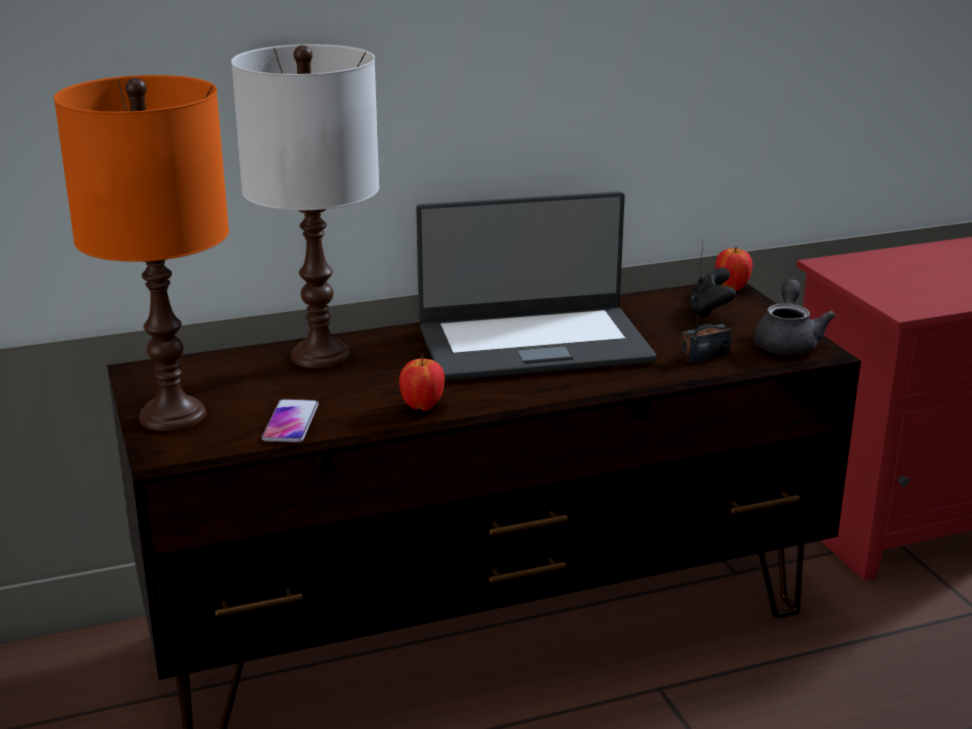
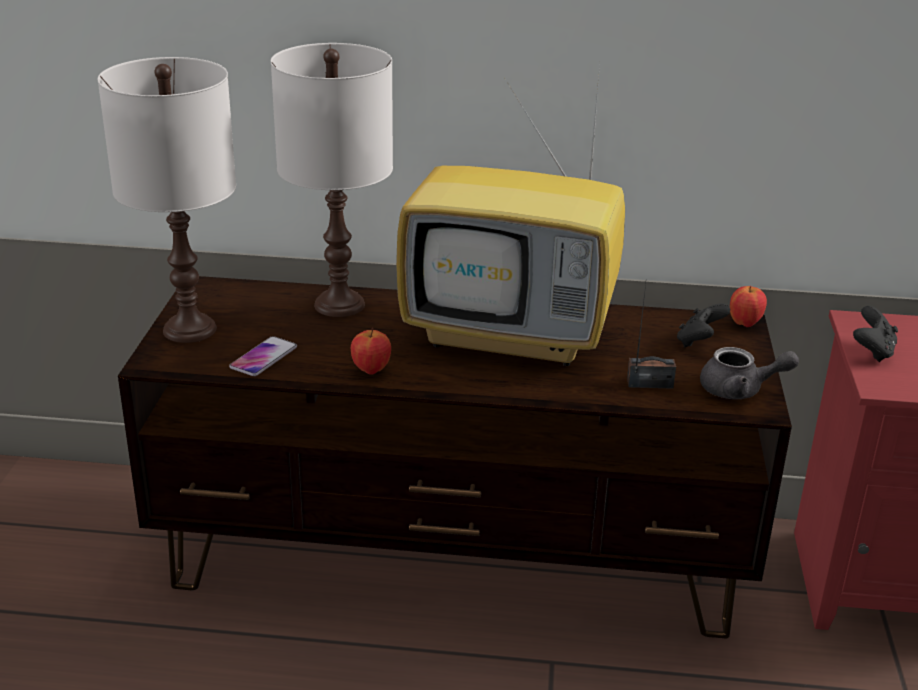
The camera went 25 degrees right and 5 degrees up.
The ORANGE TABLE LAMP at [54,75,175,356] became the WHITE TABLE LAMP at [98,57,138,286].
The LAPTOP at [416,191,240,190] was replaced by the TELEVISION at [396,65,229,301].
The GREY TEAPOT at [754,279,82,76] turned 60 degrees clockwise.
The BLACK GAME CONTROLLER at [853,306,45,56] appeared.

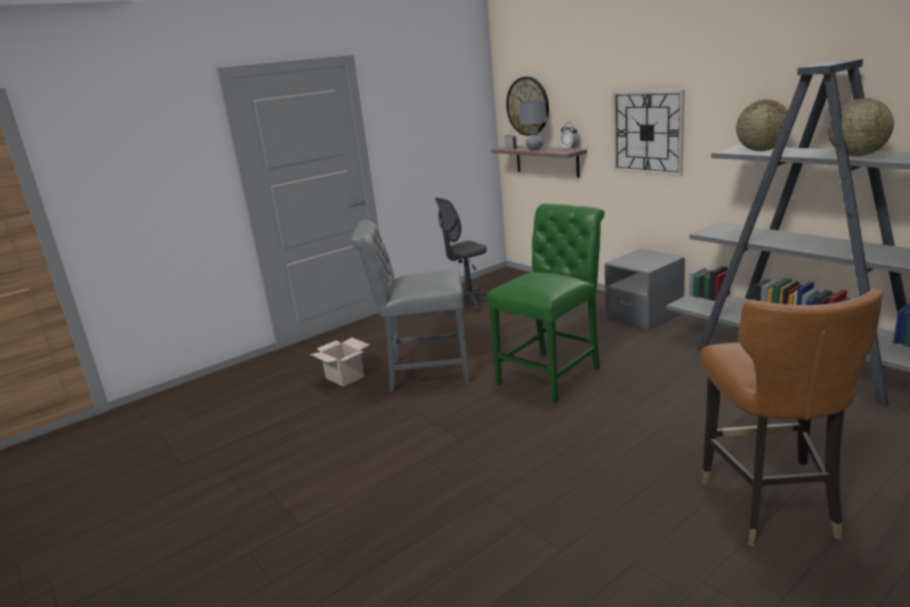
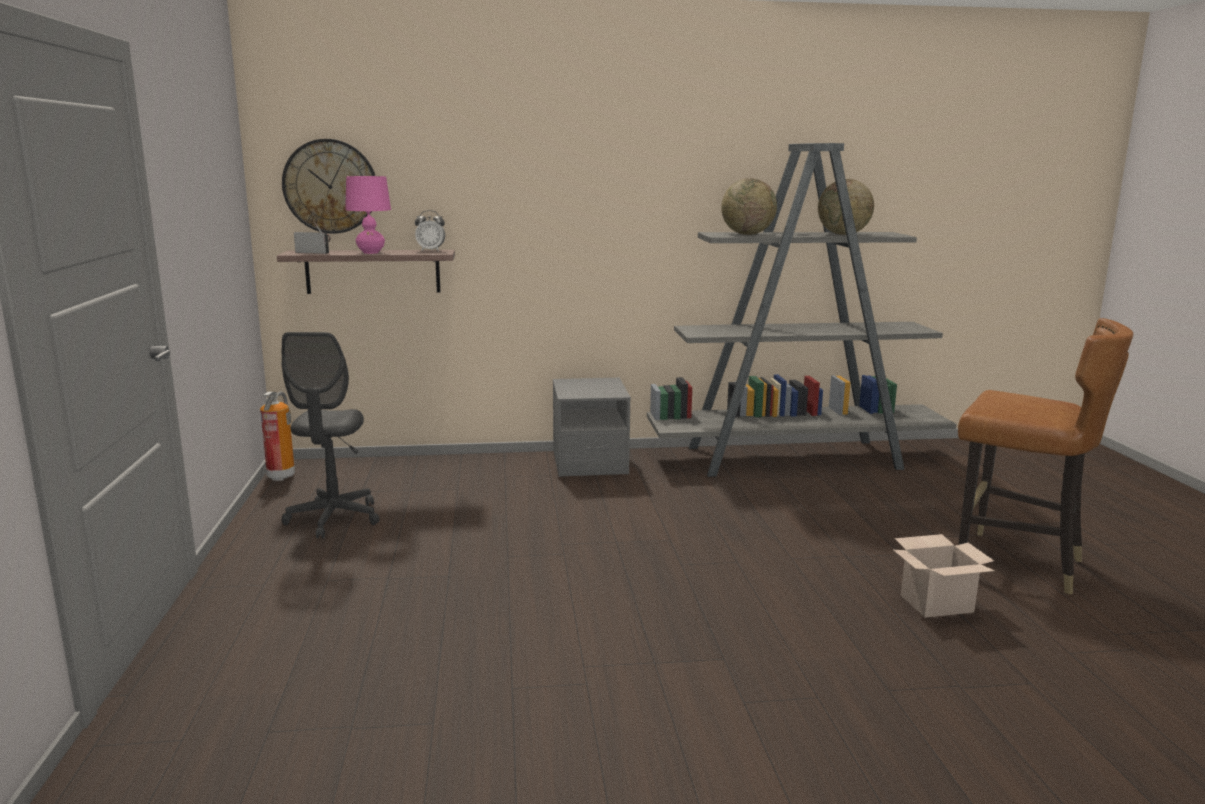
The camera went 60 degrees left and 5 degrees down.
The WALL CLOCK at [613,90,72,86] disappeared.
The GREY TABLE LAMP at [520,100,28,51] became the PINK TABLE LAMP at [345,176,46,78].
The GREEN CHAIR at [487,203,118,200] disappeared.
The GREY CHAIR at [351,220,119,172] disappeared.
The CARDBOARD BOX moved from [310,337,60,50] to [893,534,102,84].
The FIRE EXTINGUISHER at [260,391,35,90] appeared.

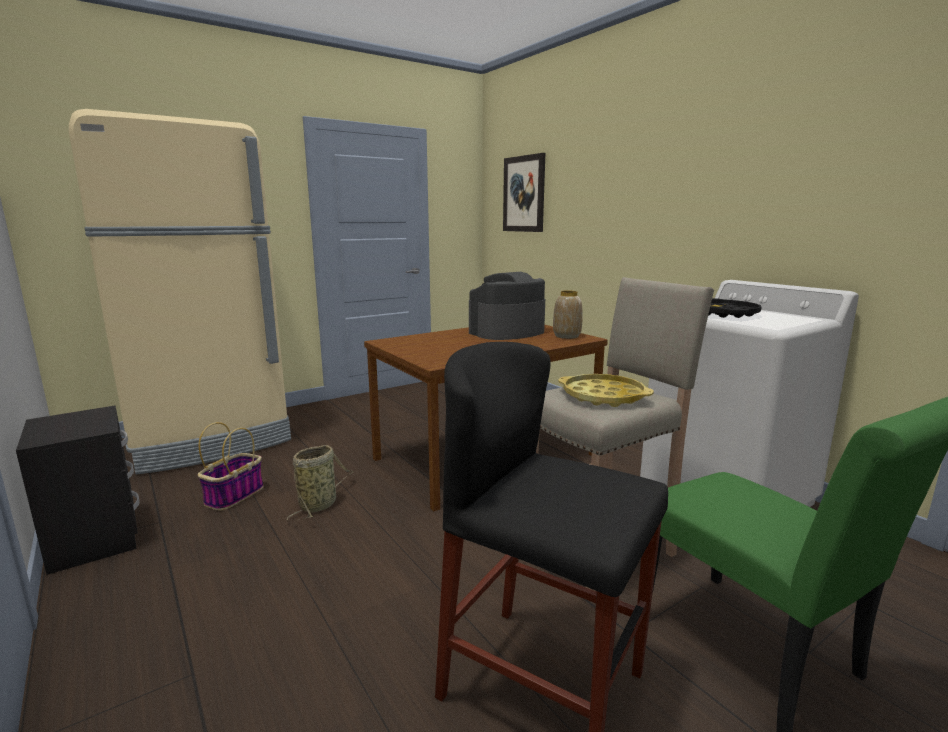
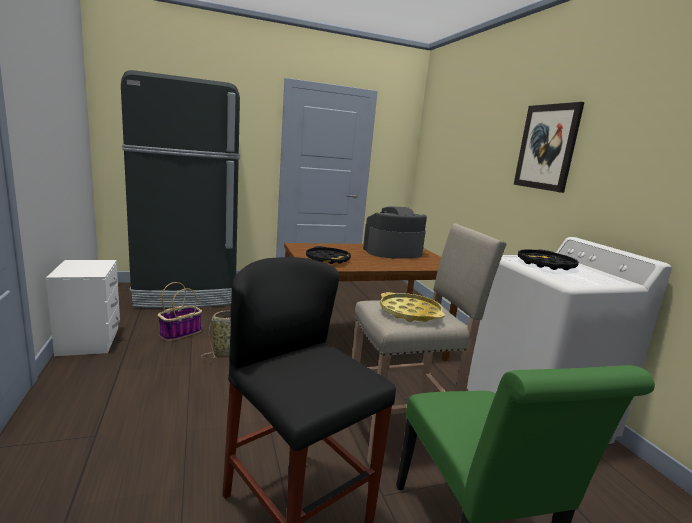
The camera went 15 degrees right and 0 degrees up.
The BEIGE FRIDGE at [69,109,222,365] became the BLACK FRIDGE at [121,70,119,238].
The PICTURE moved from [503,153,42,79] to [514,102,71,91].
The VASE at [553,290,30,49] disappeared.
The BLACK NIGHTSTAND at [16,405,124,170] became the WHITE NIGHTSTAND at [46,260,74,96].
The BLACK TRAY at [306,246,45,18] appeared.

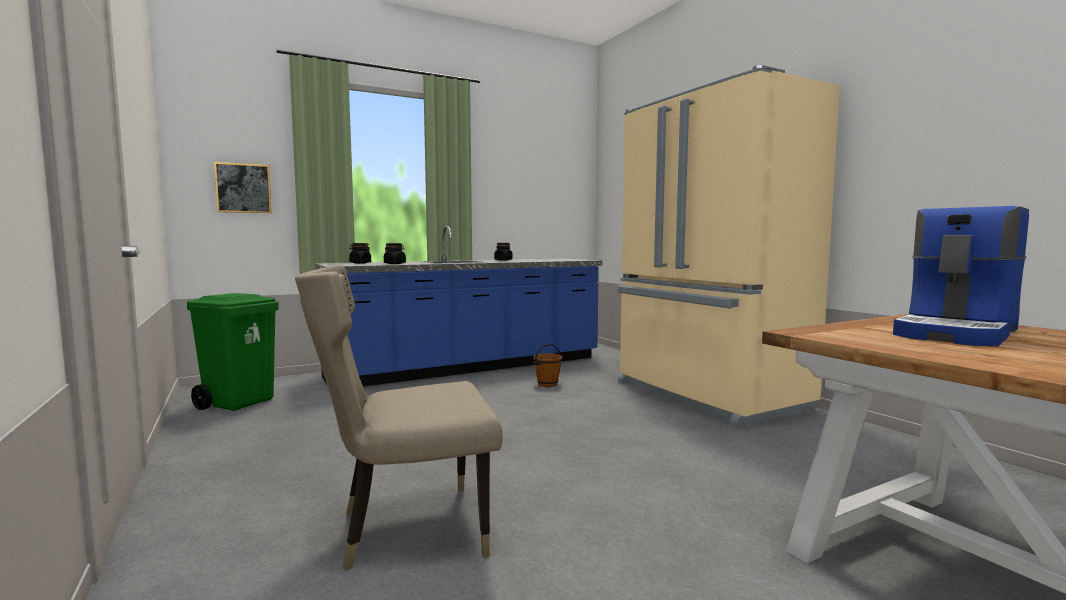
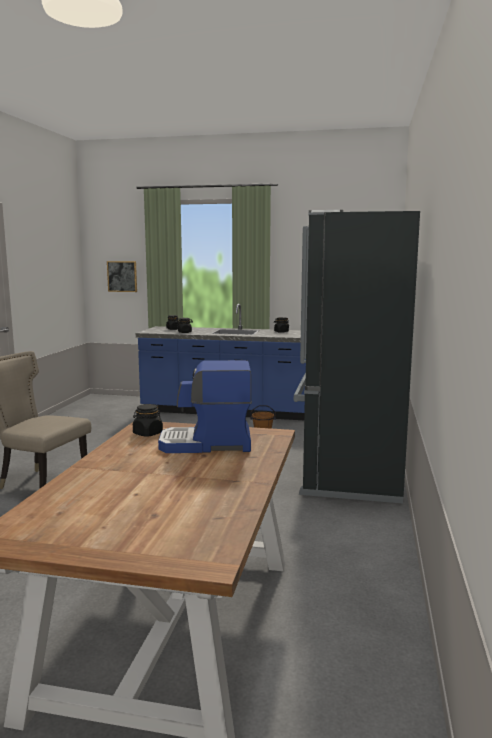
The camera went 40 degrees right and 5 degrees up.
The BEIGE FRIDGE at [618,65,222,361] became the BLACK FRIDGE at [294,210,126,293].
The GREEN TRASH CAN at [187,293,92,118] disappeared.
The BLACK JAR at [133,404,30,33] appeared.

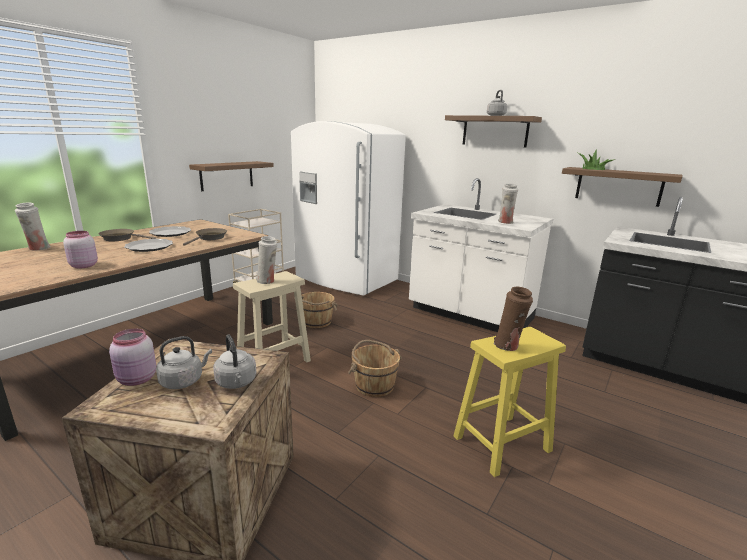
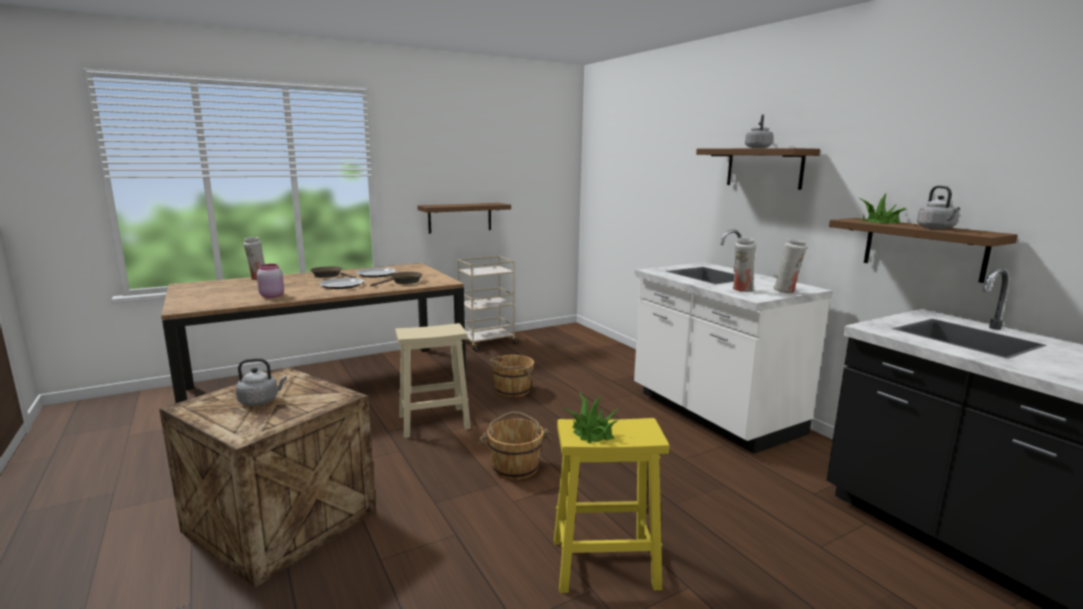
The camera went 25 degrees right and 5 degrees down.
The WHITE FRIDGE at [291,121,115,174] disappeared.
The WHITE VASE moved from [256,236,21,48] to [774,239,33,54].
The BROWN VASE at [494,286,39,65] was replaced by the POTTED PLANT at [562,391,57,52].
The PINK JAR at [109,329,47,57] disappeared.
The GREY KETTLE moved from [213,335,44,54] to [917,186,43,43].

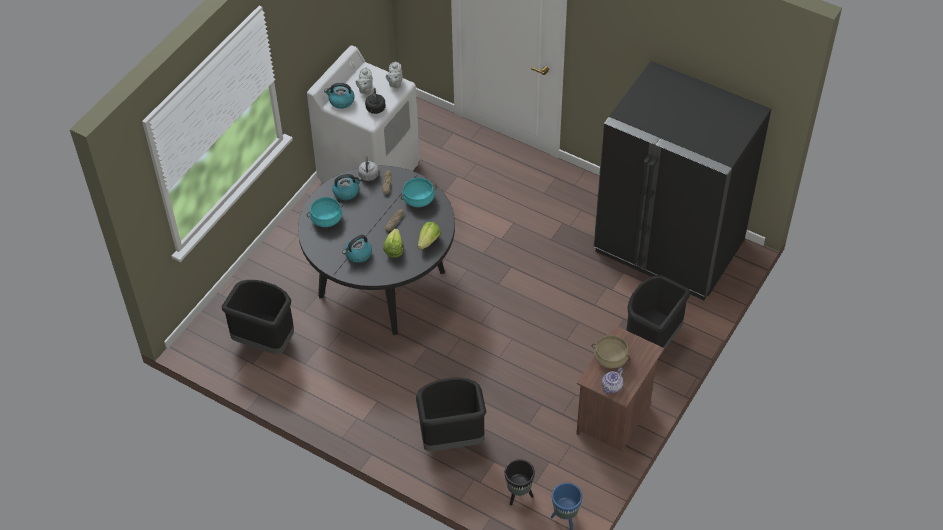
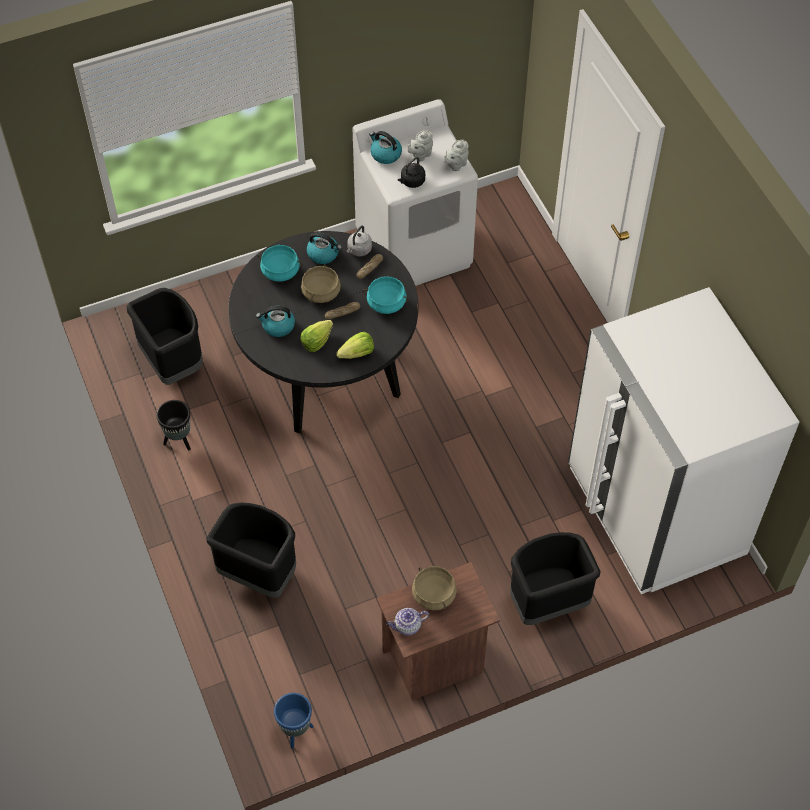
The camera went 35 degrees right and 5 degrees up.
The BLACK FRIDGE at [594,61,177,239] became the WHITE FRIDGE at [568,287,231,307].
The BLACK PLANTER moved from [505,459,30,46] to [156,400,35,50].
The BEIGE COOKING POT at [301,264,40,39] appeared.

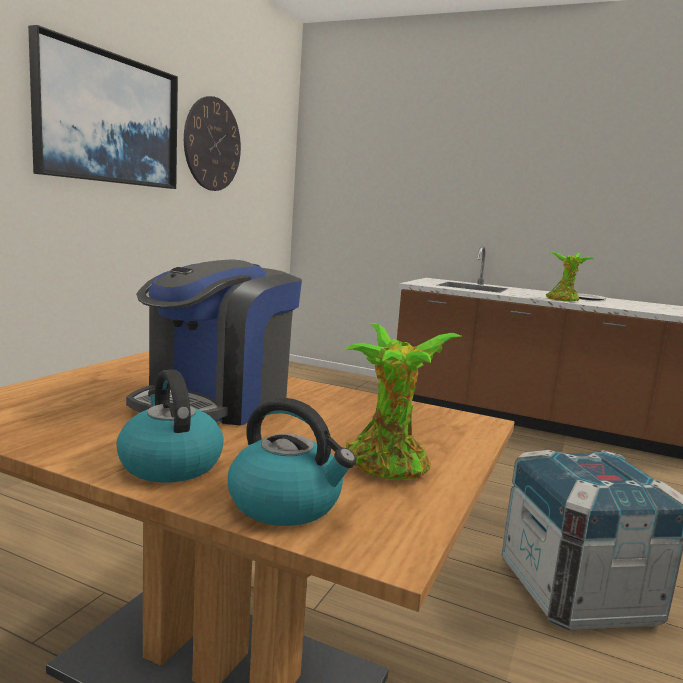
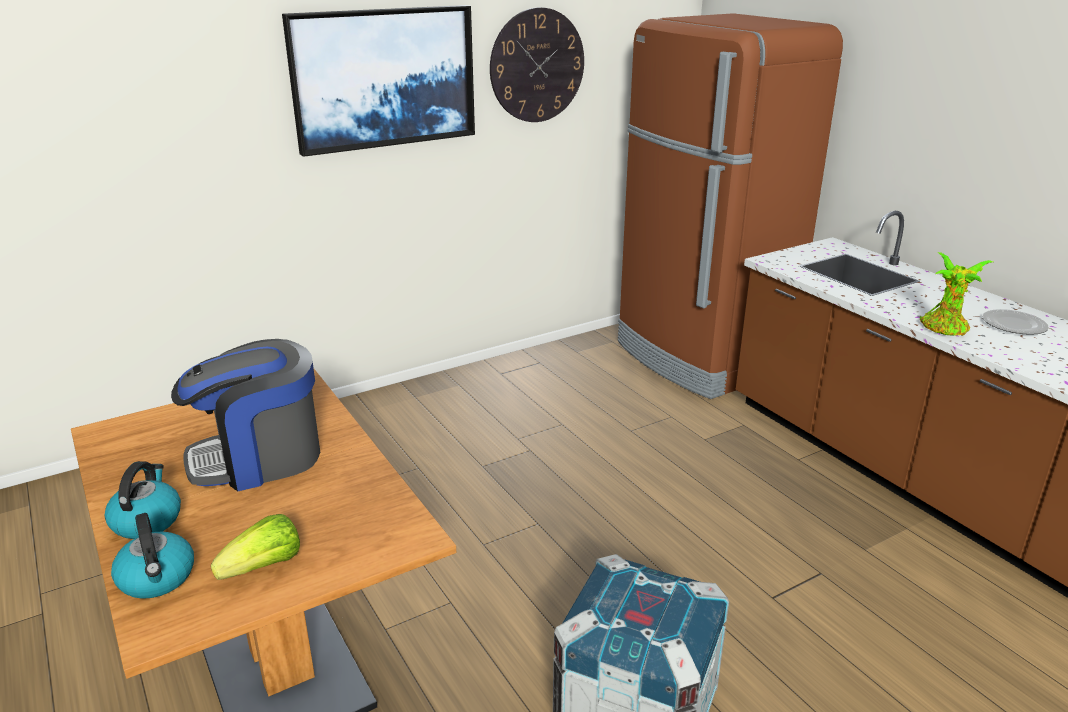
The camera went 35 degrees right and 15 degrees up.
The POTTED PLANT at [344,323,118,157] was replaced by the LETTUCE at [211,514,89,66].
The BROWN FRIDGE at [618,13,225,386] appeared.

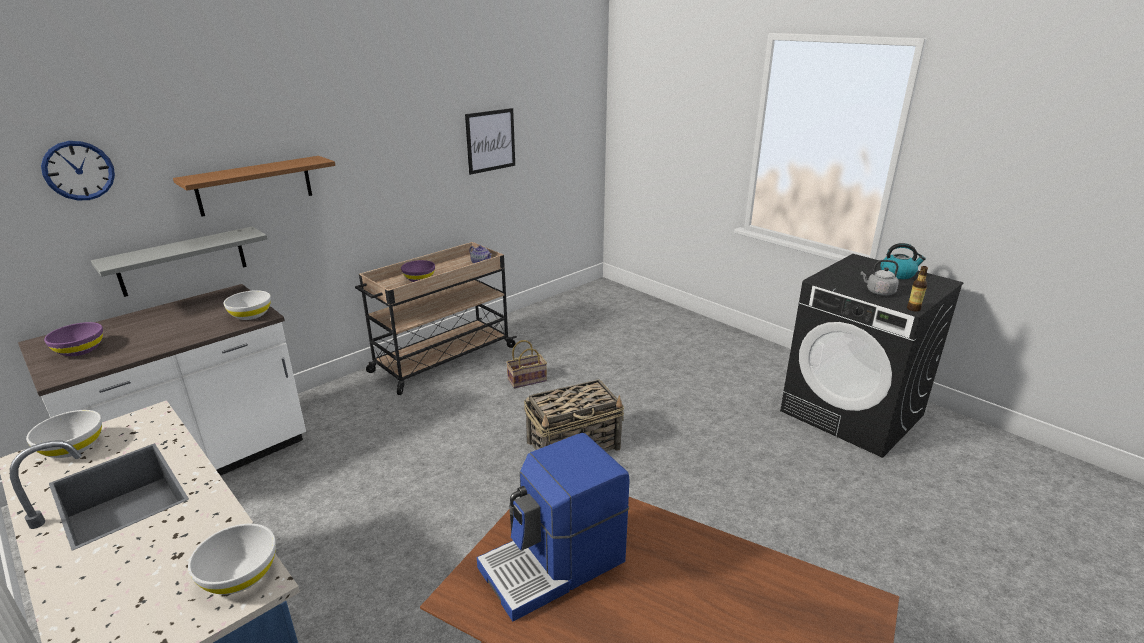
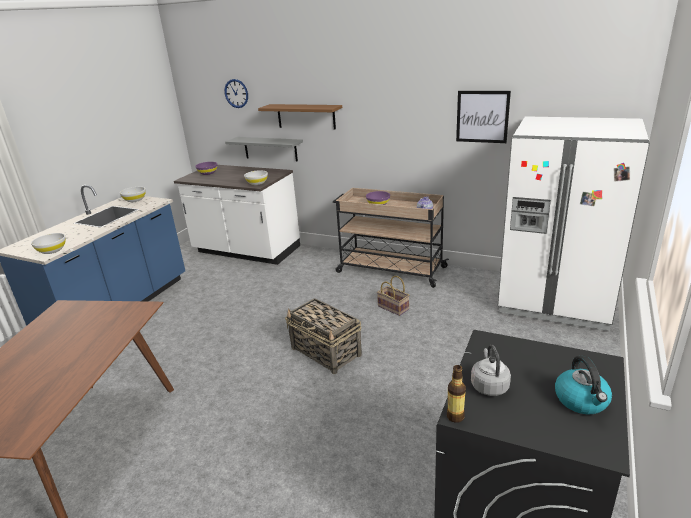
The camera went 70 degrees right and 0 degrees up.
The COFFEE MACHINE at [477,433,153,188] disappeared.
The WHITE FRIDGE at [498,116,152,215] appeared.

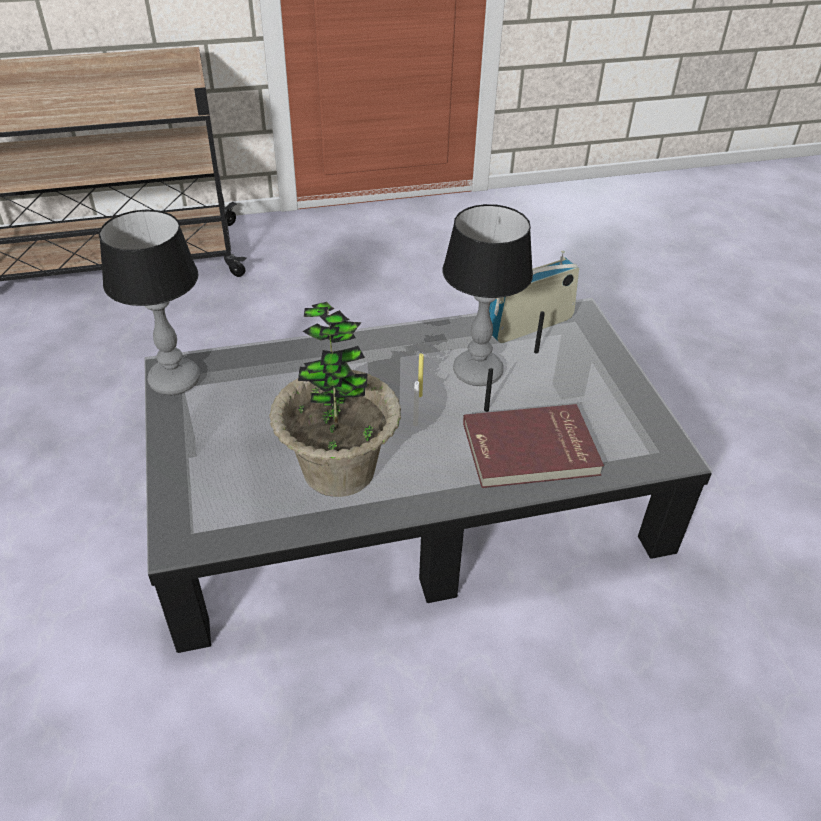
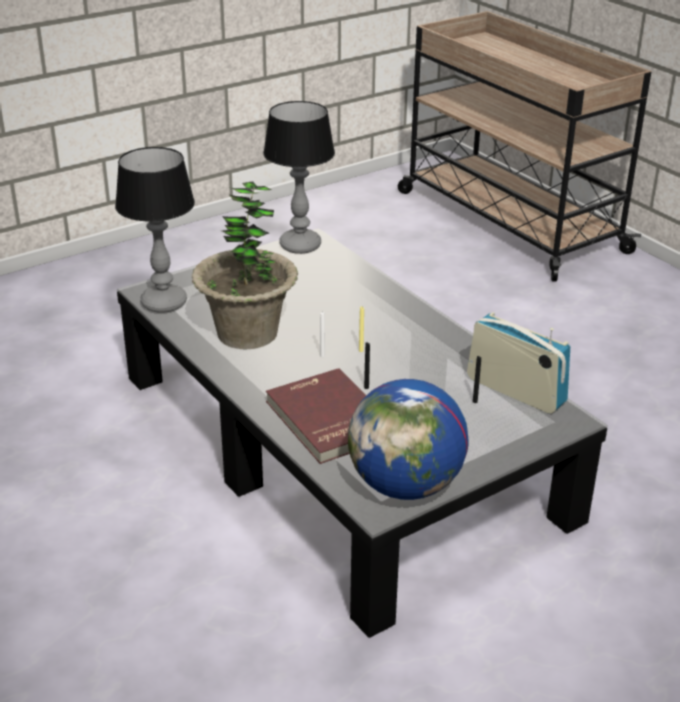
The camera went 70 degrees right and 10 degrees down.
The TABLE LAMP moved from [442,204,91,182] to [115,147,80,166].
The GLOBE at [348,379,120,121] appeared.

